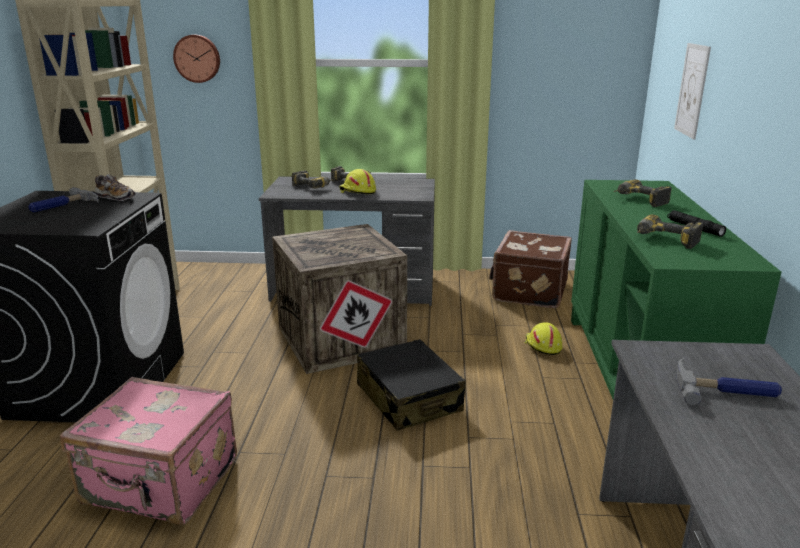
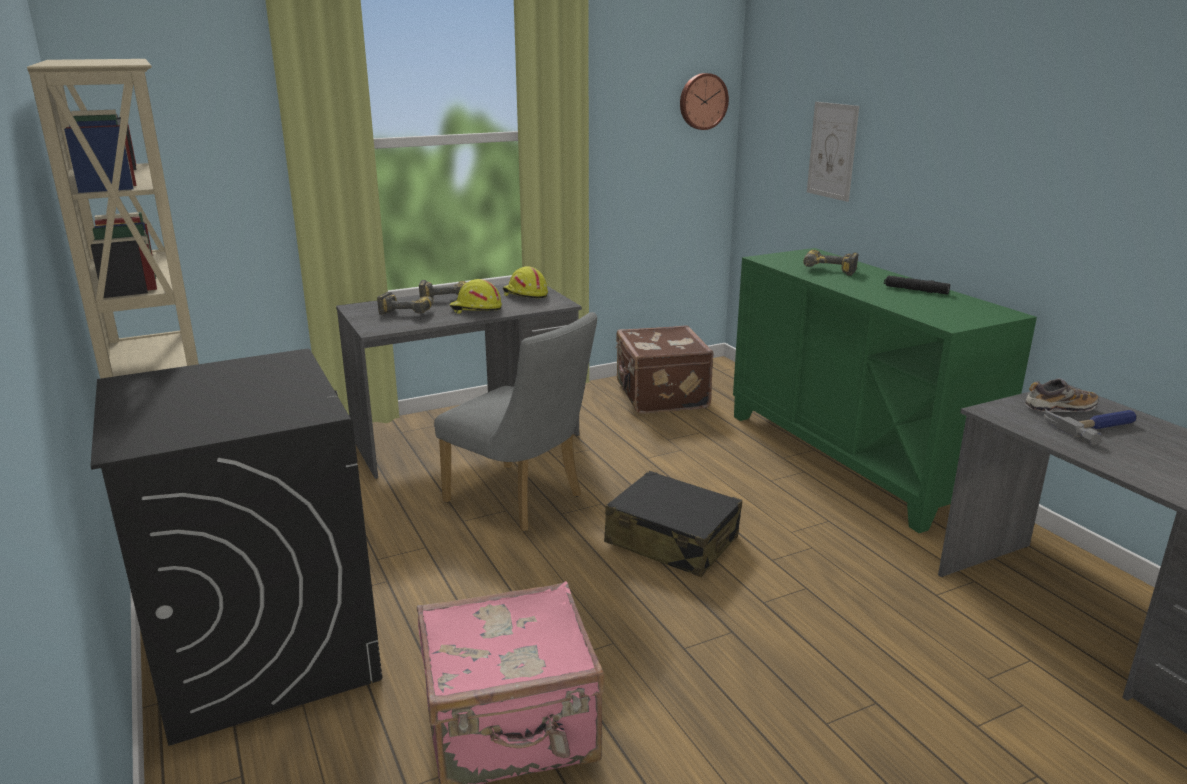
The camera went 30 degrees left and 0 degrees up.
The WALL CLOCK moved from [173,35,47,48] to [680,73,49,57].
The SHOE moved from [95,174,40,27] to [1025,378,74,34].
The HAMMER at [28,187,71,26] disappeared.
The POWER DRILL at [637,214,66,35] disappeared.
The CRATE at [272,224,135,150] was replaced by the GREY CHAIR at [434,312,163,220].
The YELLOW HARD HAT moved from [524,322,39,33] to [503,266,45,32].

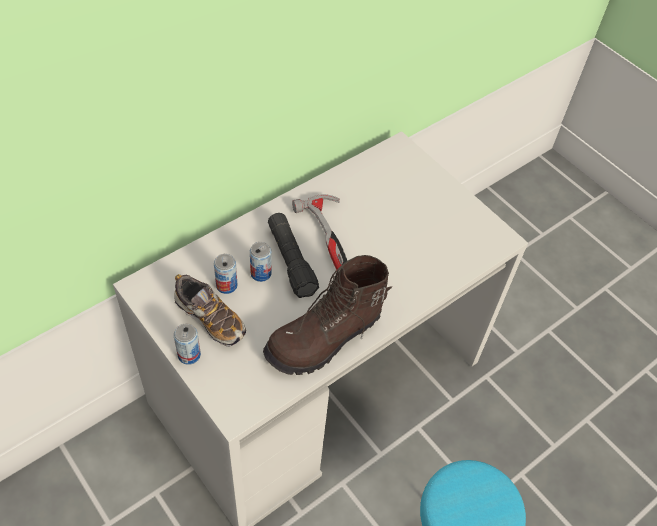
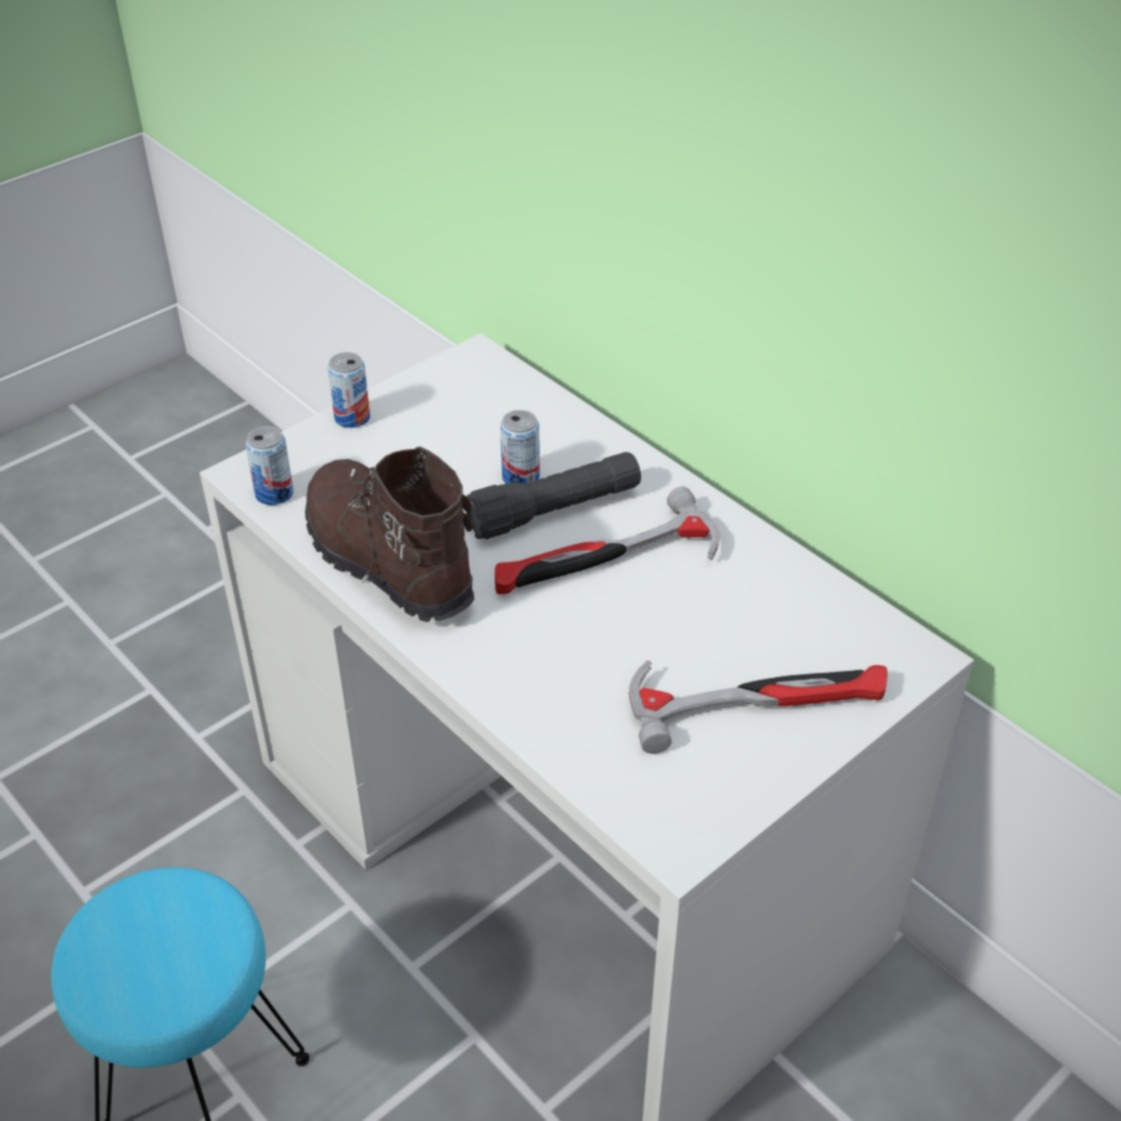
The camera went 90 degrees right and 10 degrees down.
The CAN moved from [214,254,23,40] to [245,426,48,79].
The SHOE at [174,274,72,73] disappeared.
The HAMMER at [629,660,259,94] appeared.

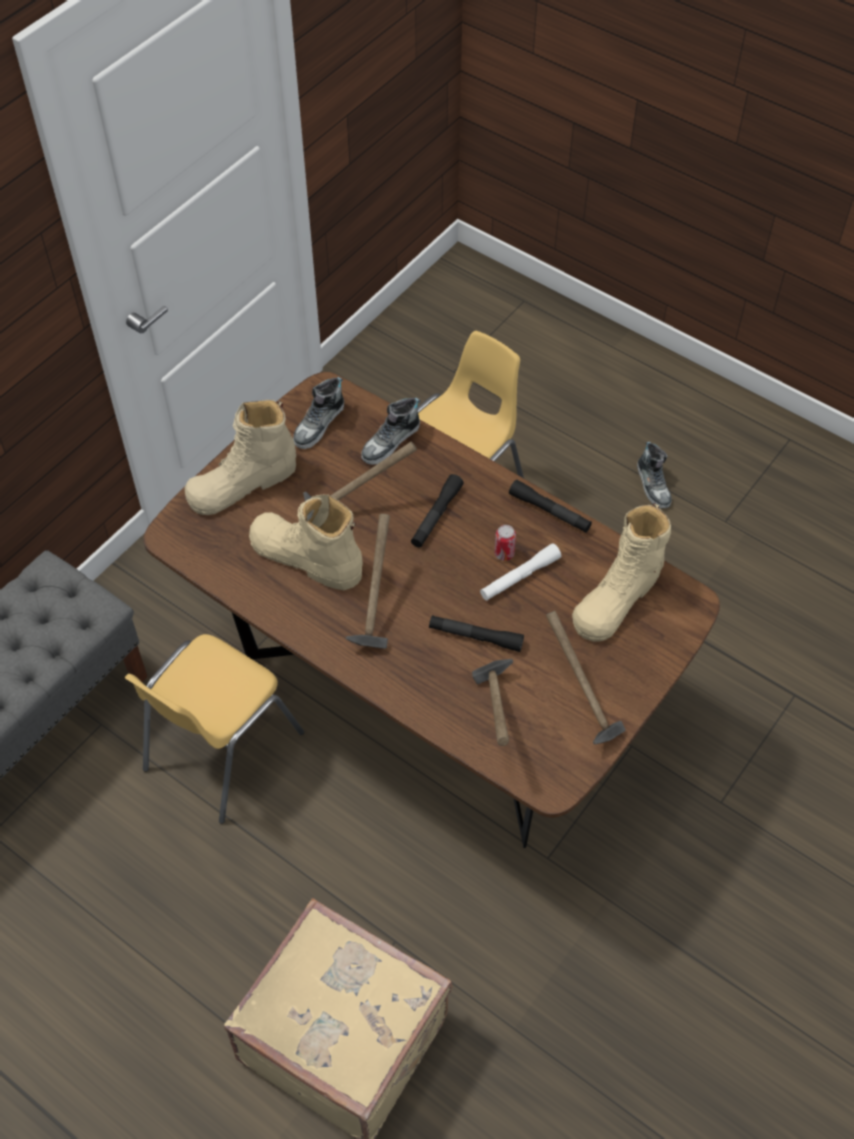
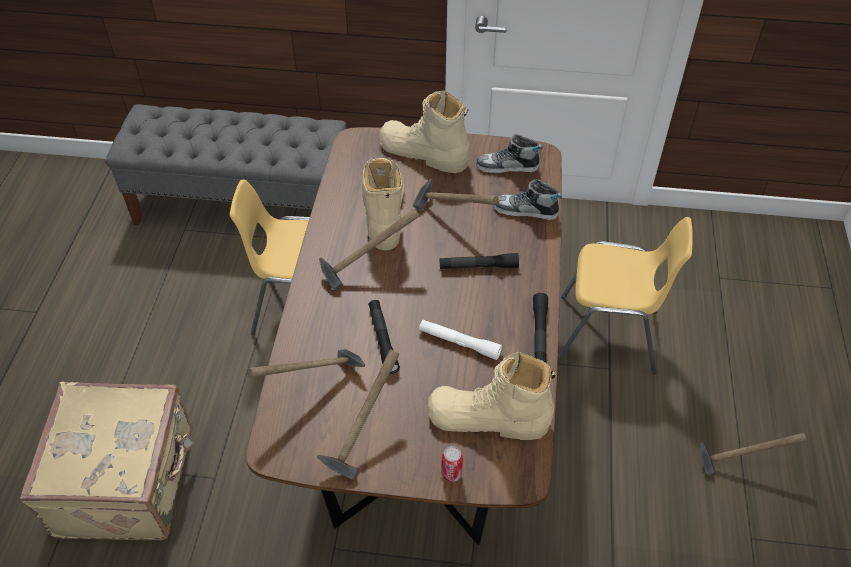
The camera went 60 degrees right and 5 degrees down.
The SHOE at [637,442,35,67] was replaced by the HAMMER at [700,433,107,42].
The CAN moved from [494,525,22,36] to [441,446,22,36].

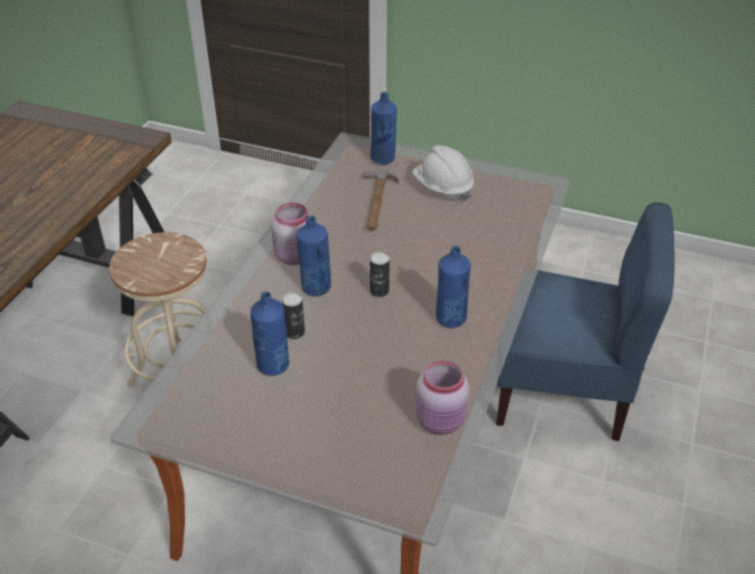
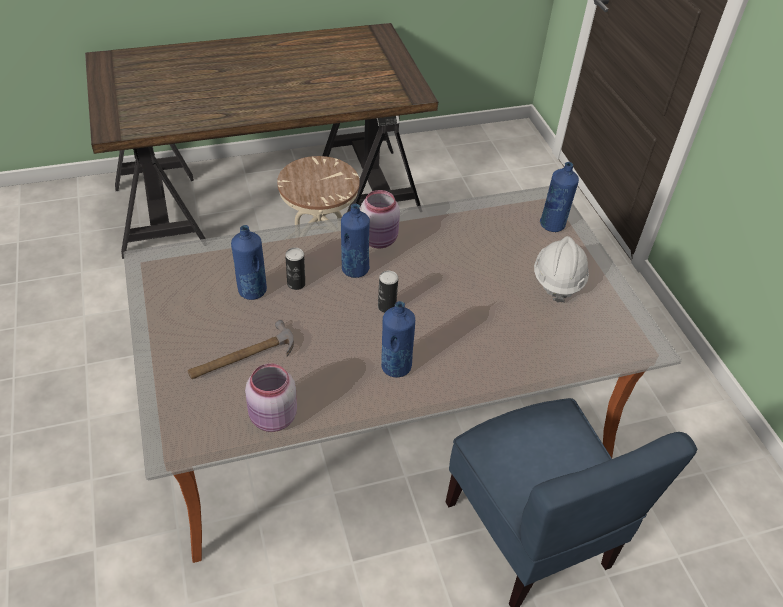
The camera went 50 degrees right and 5 degrees up.
The HAMMER moved from [364,170,35,61] to [188,320,106,59].

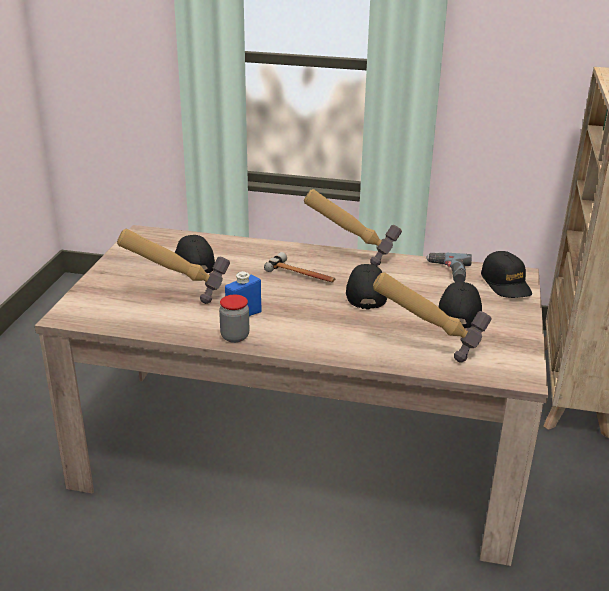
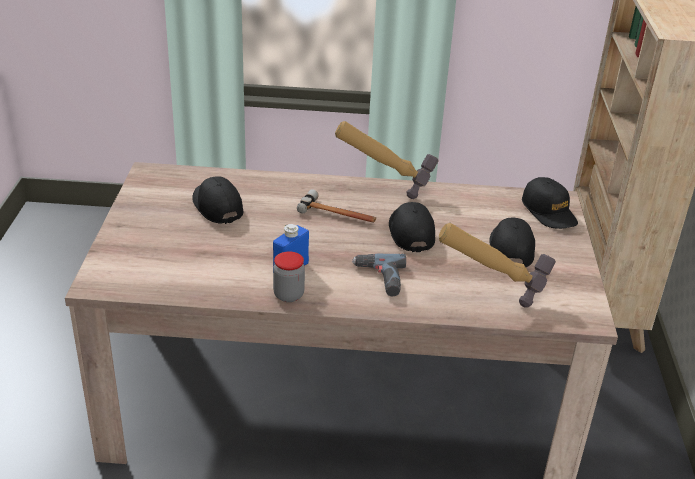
The camera went 10 degrees left and 5 degrees up.
The HAMMER at [117,228,113,76] disappeared.
The POWER DRILL moved from [426,253,46,29] to [352,254,54,42].

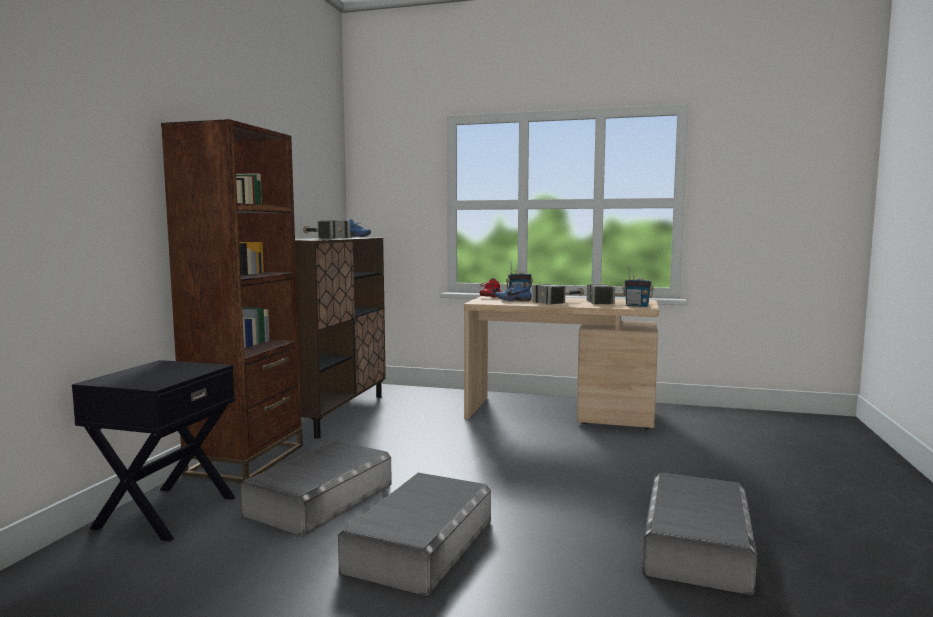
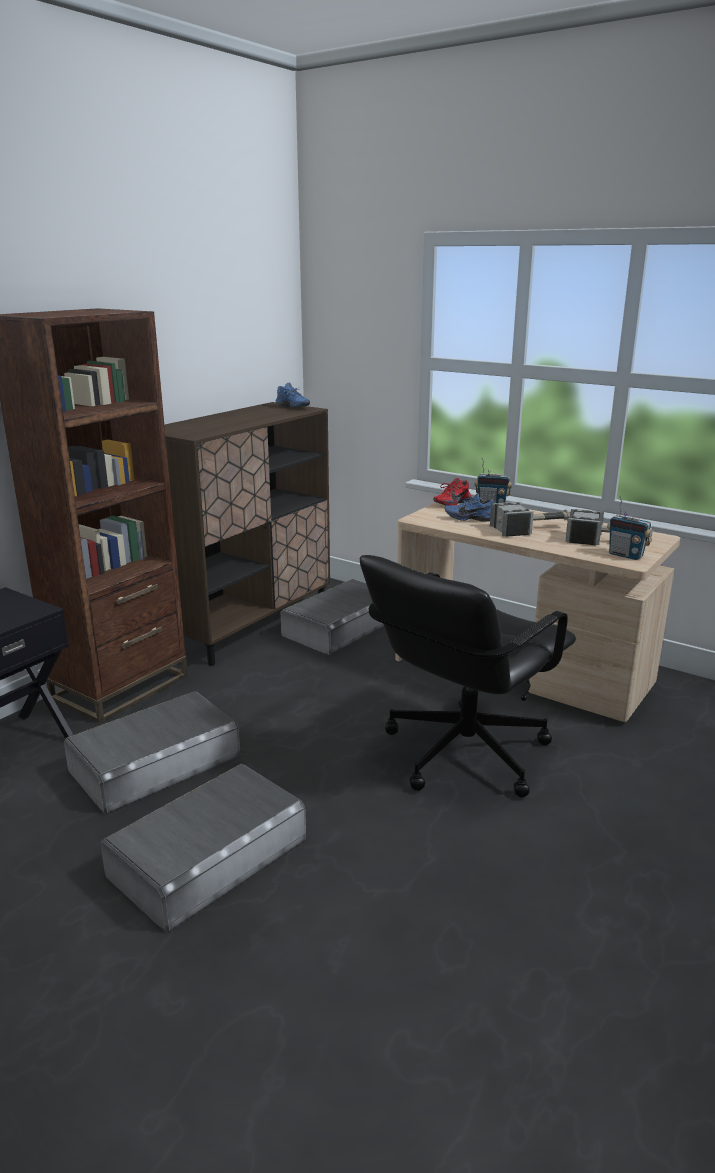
The camera went 20 degrees right and 15 degrees up.
The HAMMER at [303,221,47,18] disappeared.
The GREY STORAGE BOX moved from [642,473,115,122] to [280,579,104,76].
The BLACK OFFICE CHAIR at [360,555,216,243] appeared.

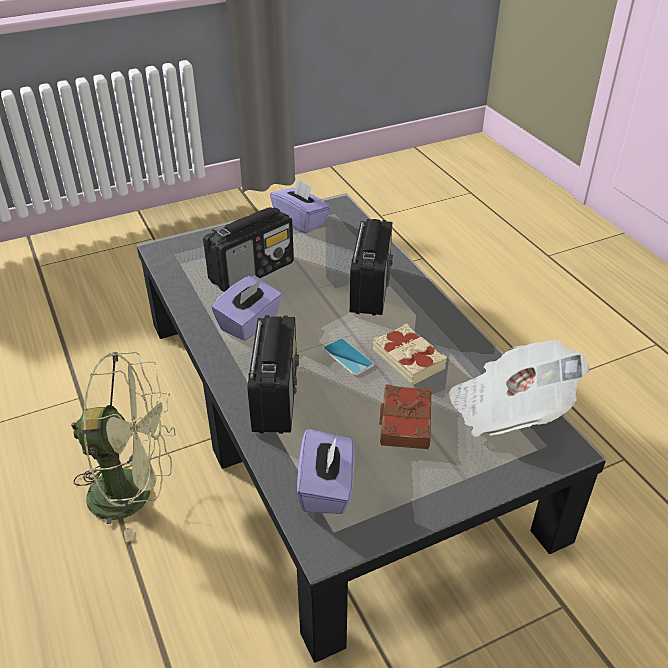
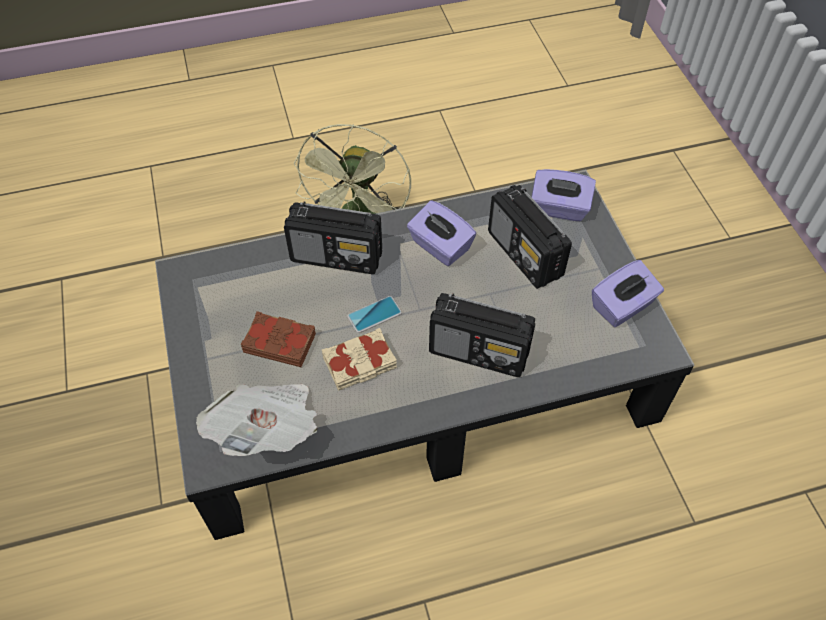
The camera went 100 degrees right and 15 degrees up.
The PURPLE TISSUE BOX moved from [297,429,57,85] to [532,169,64,52].

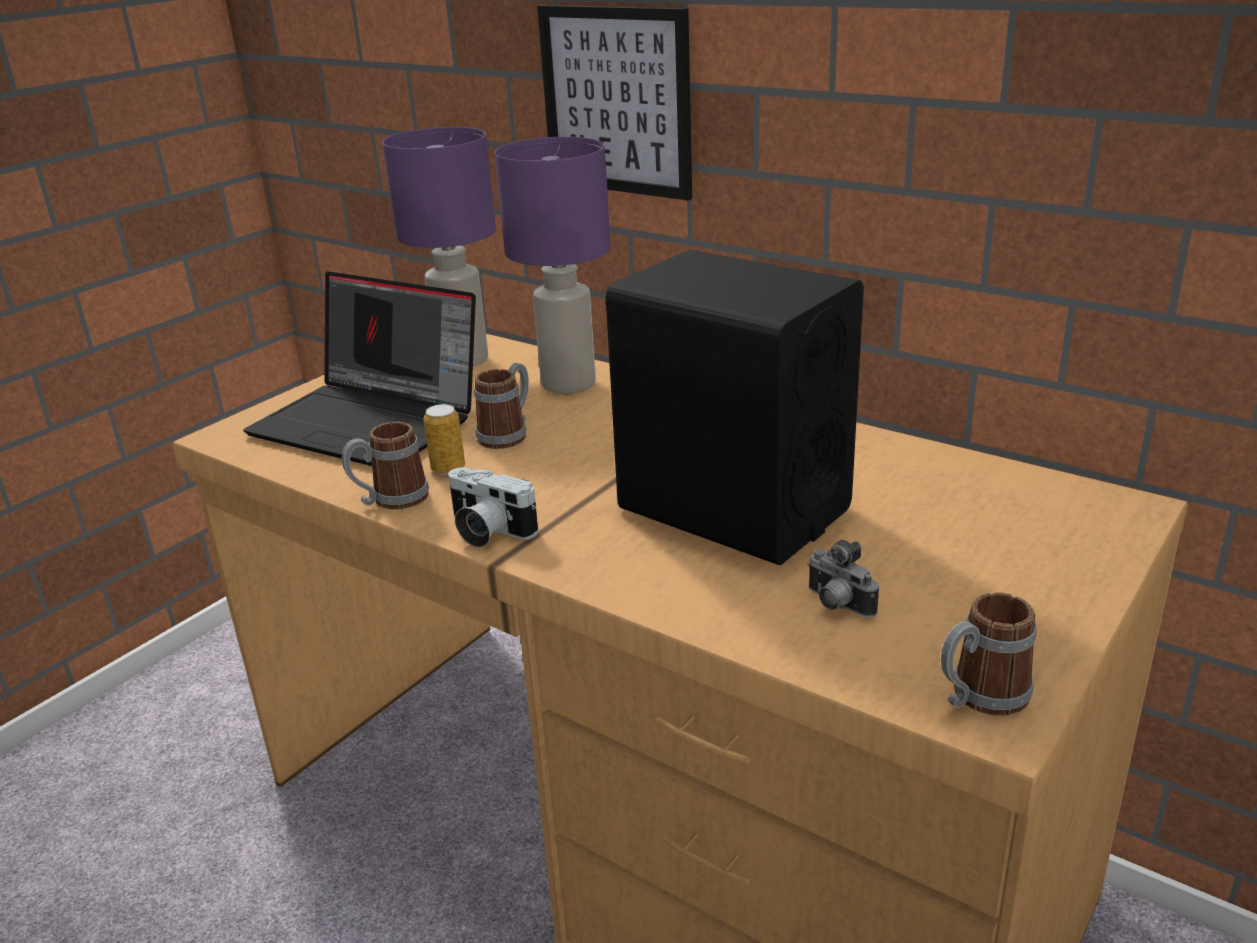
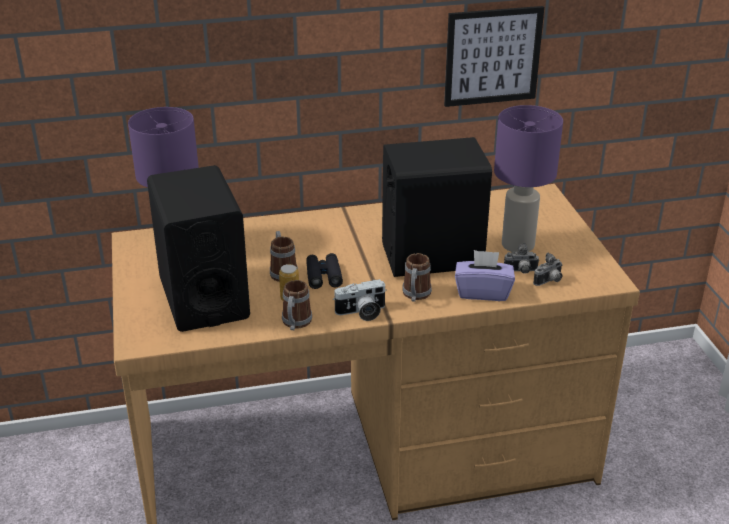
The camera went 50 degrees left and 5 degrees up.
The PICTURE moved from [537,5,155,196] to [444,6,100,101].
The PURPLE TABLE LAMP moved from [495,137,116,257] to [494,105,69,147].
The LAPTOP at [243,271,233,195] was replaced by the BLACK SPEAKER at [147,165,103,167].
The MUG moved from [941,592,96,124] to [402,253,30,49].
The PURPLE TISSUE BOX at [455,250,60,51] appeared.
The BLACK BINOCULARS at [306,253,37,36] appeared.
The PHOTO CAMERA at [533,253,30,33] appeared.

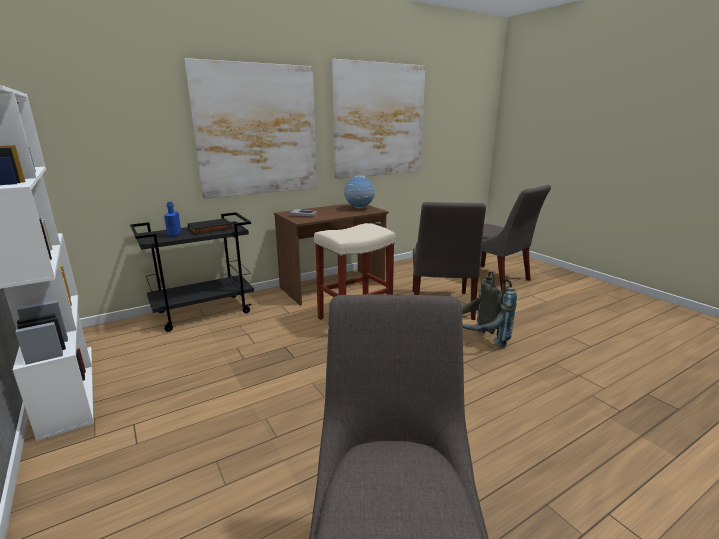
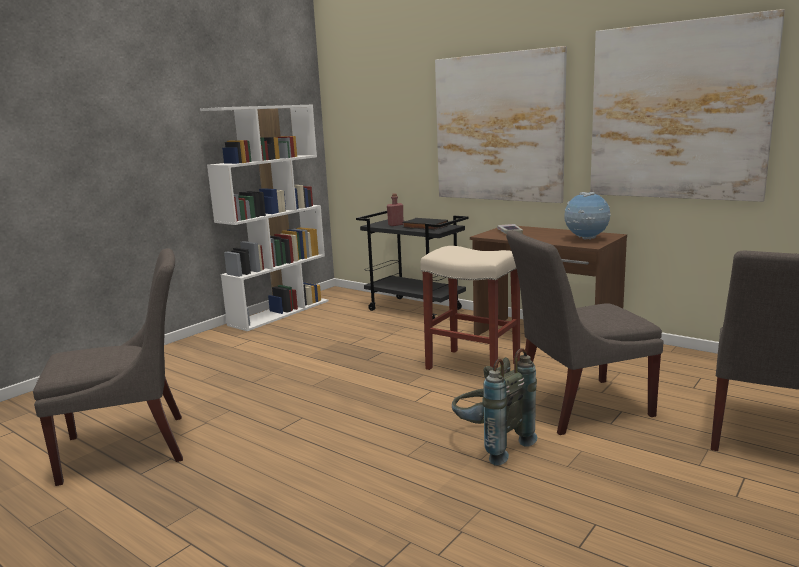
The camera went 70 degrees right and 5 degrees down.
The BLUE BOTTLE at [164,201,17,36] became the RED BOTTLE at [387,193,17,33].

